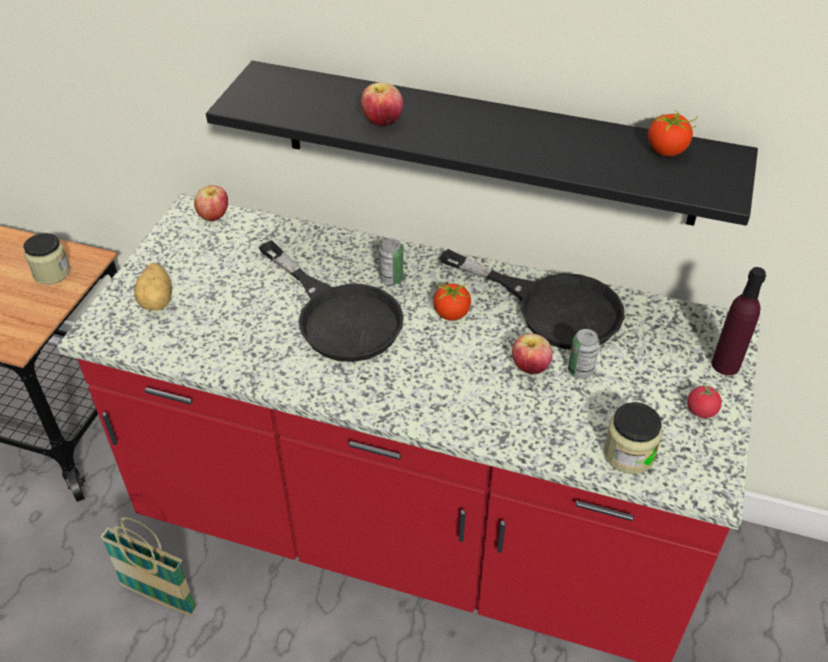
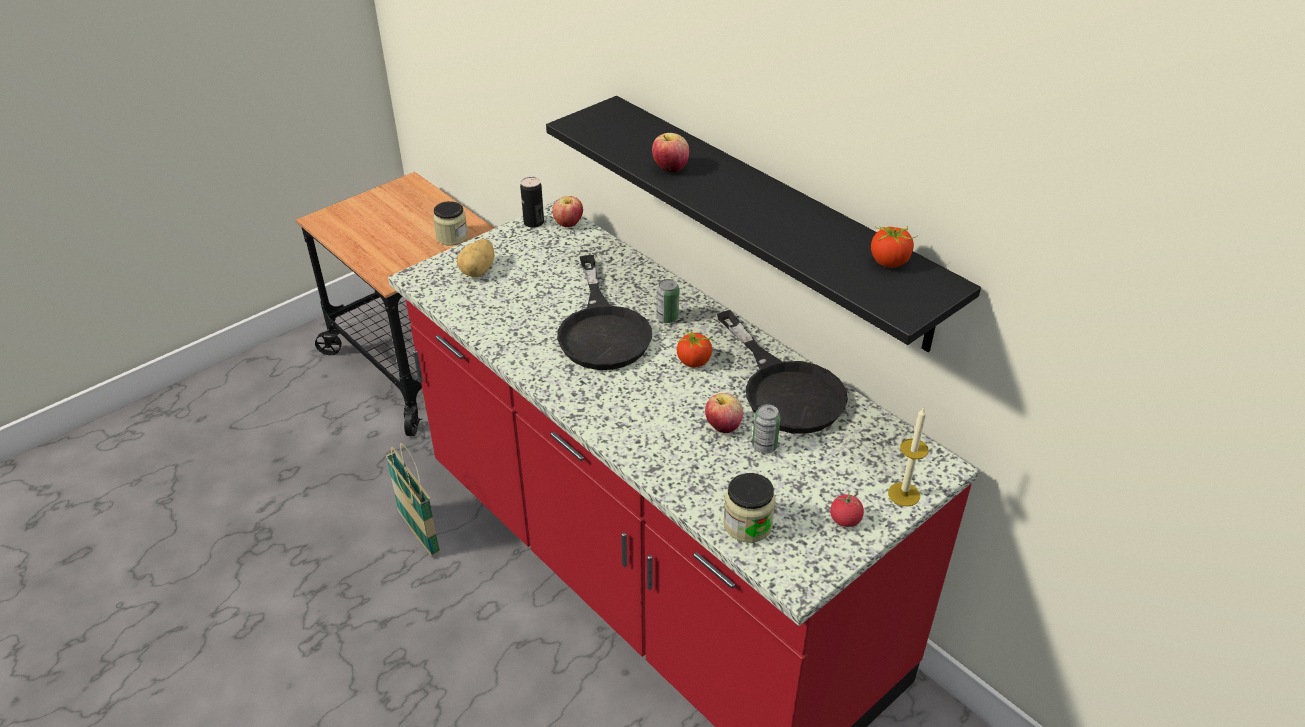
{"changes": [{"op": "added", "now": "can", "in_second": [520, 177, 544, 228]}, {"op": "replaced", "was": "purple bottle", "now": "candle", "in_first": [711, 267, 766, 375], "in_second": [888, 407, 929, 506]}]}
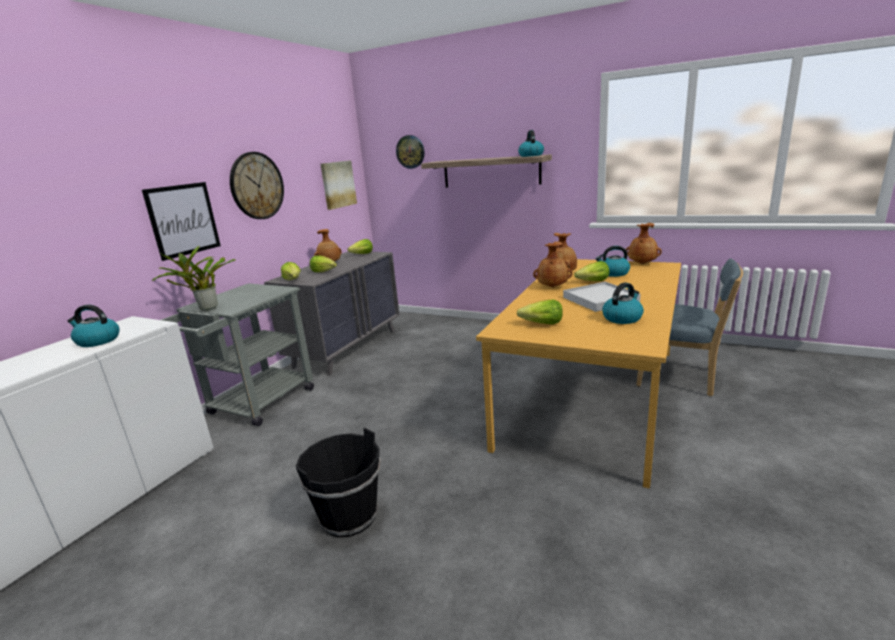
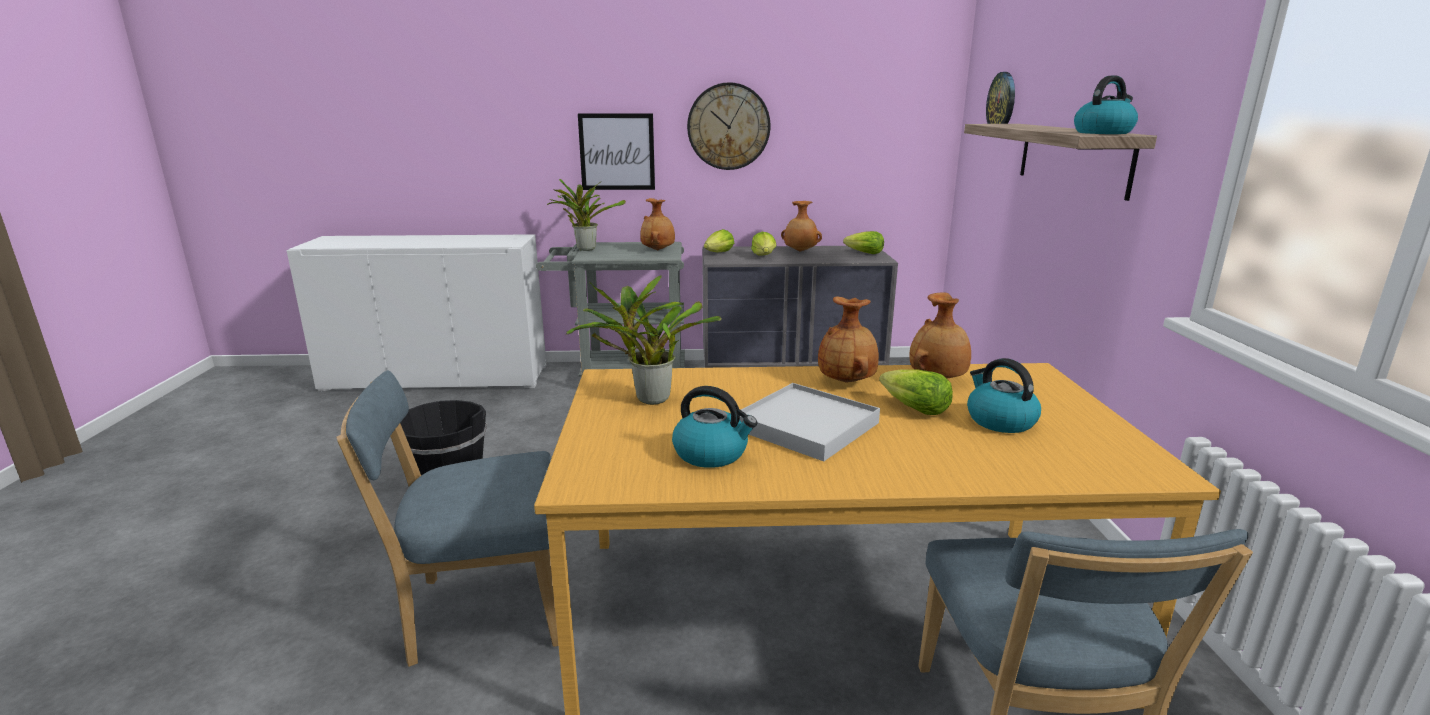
{"changes": [{"op": "added", "now": "blue chair", "in_second": [336, 370, 559, 667]}, {"op": "replaced", "was": "lettuce", "now": "potted plant", "in_first": [517, 300, 563, 324], "in_second": [566, 275, 722, 405]}, {"op": "moved", "was": "brown vase", "in_first": [625, 223, 662, 264], "in_second": [640, 198, 675, 250]}, {"op": "removed", "was": "kettle", "in_first": [68, 305, 119, 347]}, {"op": "removed", "was": "picture", "in_first": [320, 160, 357, 210]}]}
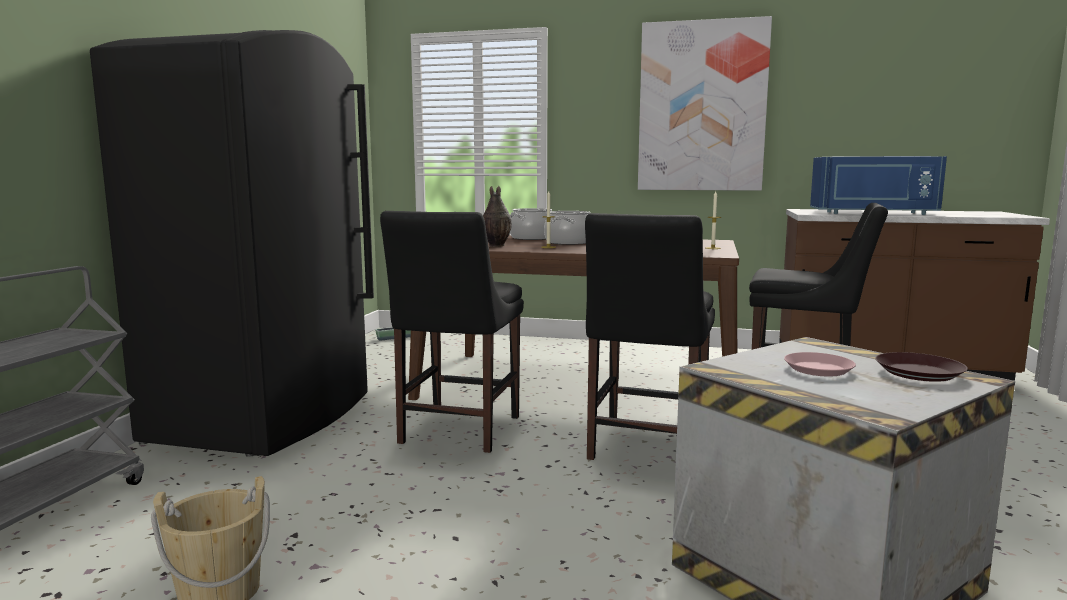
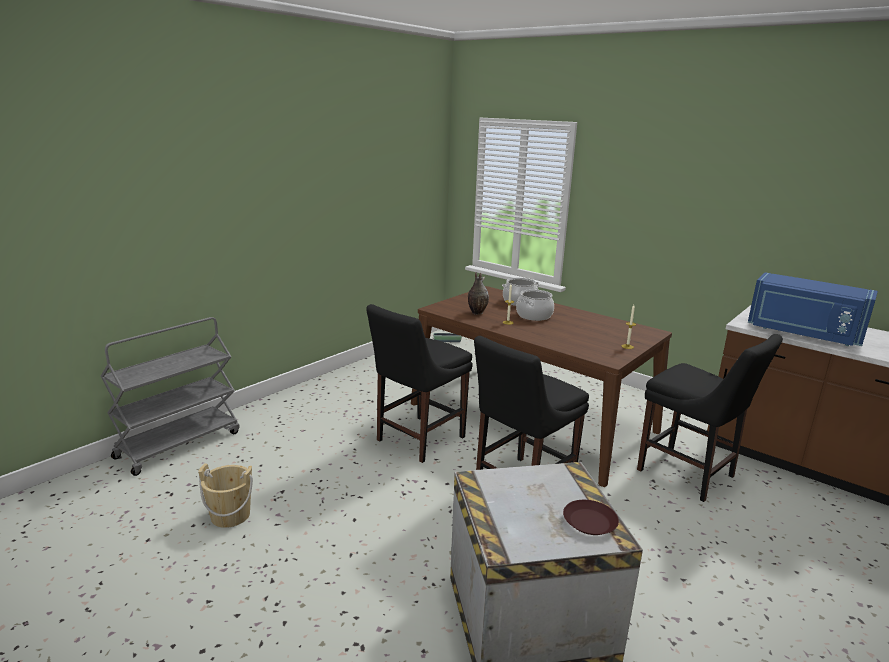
{"changes": [{"op": "removed", "was": "black fridge", "in_first": [90, 30, 374, 457]}, {"op": "removed", "was": "picture", "in_first": [638, 16, 772, 191]}, {"op": "removed", "was": "pink plate", "in_first": [784, 352, 856, 376]}]}
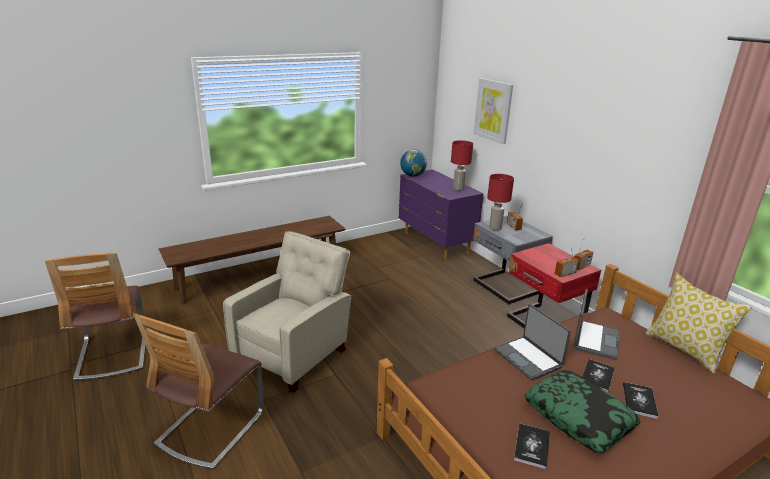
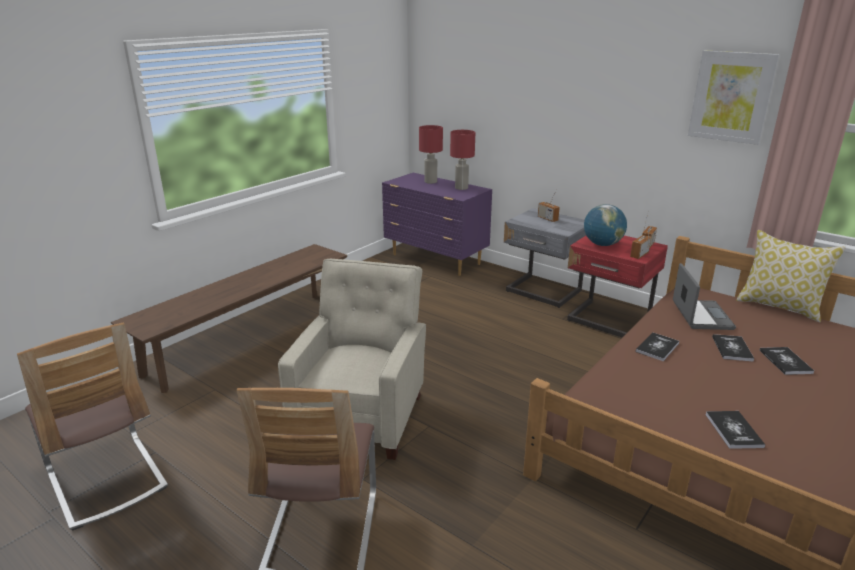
{"changes": [{"op": "moved", "was": "red table lamp", "in_first": [487, 174, 514, 231], "in_second": [419, 125, 443, 184]}, {"op": "moved", "was": "globe", "in_first": [400, 149, 427, 177], "in_second": [584, 204, 627, 246]}, {"op": "replaced", "was": "laptop", "now": "book", "in_first": [494, 304, 571, 381], "in_second": [636, 333, 679, 361]}, {"op": "moved", "was": "picture", "in_first": [473, 78, 513, 144], "in_second": [688, 50, 779, 145]}, {"op": "removed", "was": "pillow", "in_first": [524, 370, 640, 452]}]}
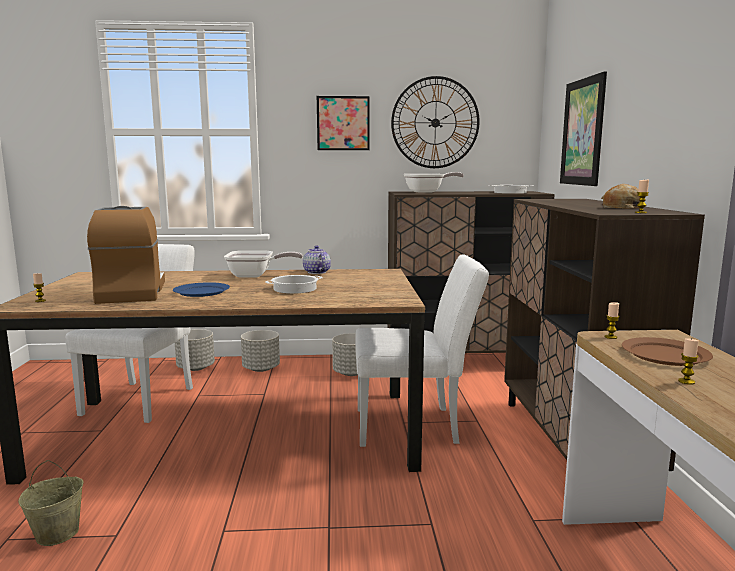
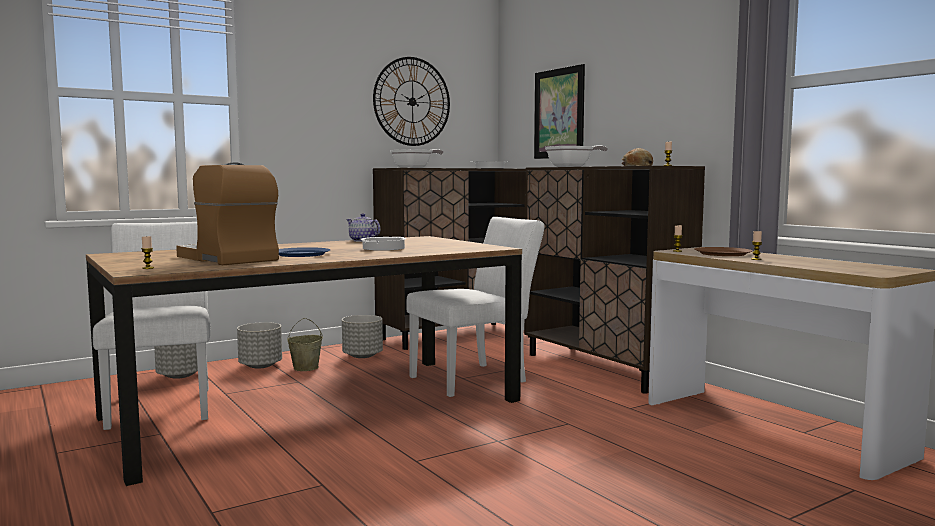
{"changes": [{"op": "moved", "was": "beige bucket", "in_first": [18, 460, 84, 546], "in_second": [287, 318, 323, 371]}, {"op": "moved", "was": "frying pan", "in_first": [224, 251, 303, 277], "in_second": [545, 145, 608, 167]}, {"op": "removed", "was": "picture", "in_first": [317, 96, 370, 150]}]}
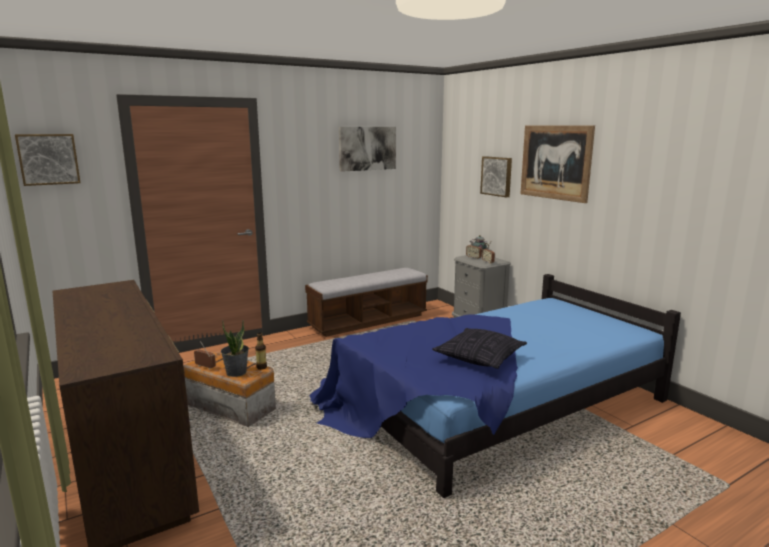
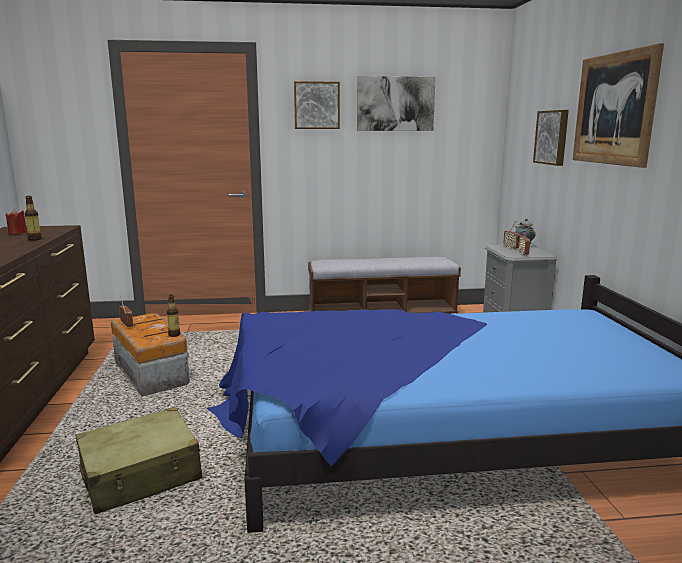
{"changes": [{"op": "added", "now": "red candle", "in_second": [6, 209, 27, 235]}, {"op": "added", "now": "bottle", "in_second": [24, 196, 42, 241]}, {"op": "added", "now": "beige suitcase", "in_second": [76, 407, 202, 514]}, {"op": "moved", "was": "picture", "in_first": [15, 134, 81, 186], "in_second": [294, 81, 340, 129]}, {"op": "removed", "was": "potted plant", "in_first": [221, 320, 249, 377]}, {"op": "removed", "was": "pillow", "in_first": [432, 328, 527, 369]}]}
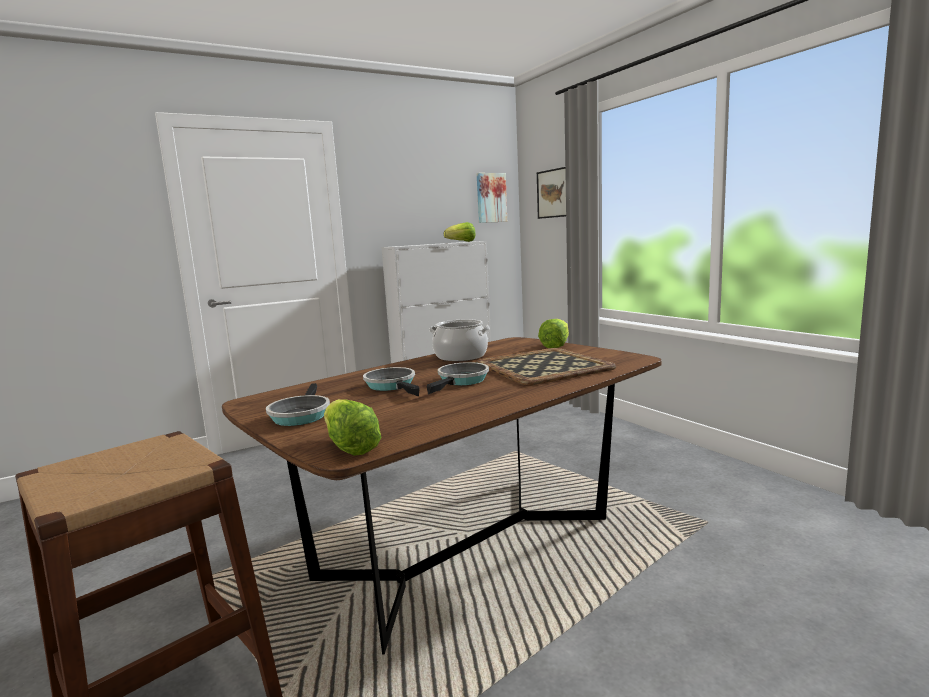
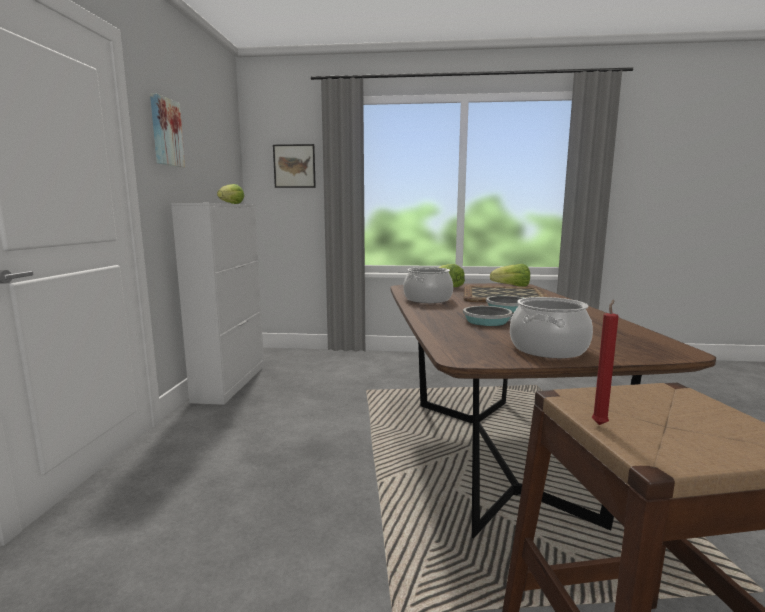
{"changes": [{"op": "moved", "was": "picture", "in_first": [477, 173, 507, 223], "in_second": [150, 93, 185, 167]}, {"op": "moved", "was": "lettuce", "in_first": [324, 399, 382, 456], "in_second": [490, 264, 530, 287]}, {"op": "replaced", "was": "frying pan", "now": "cooking pot", "in_first": [266, 383, 330, 426], "in_second": [510, 297, 593, 358]}, {"op": "added", "now": "red candle", "in_second": [592, 299, 619, 425]}]}
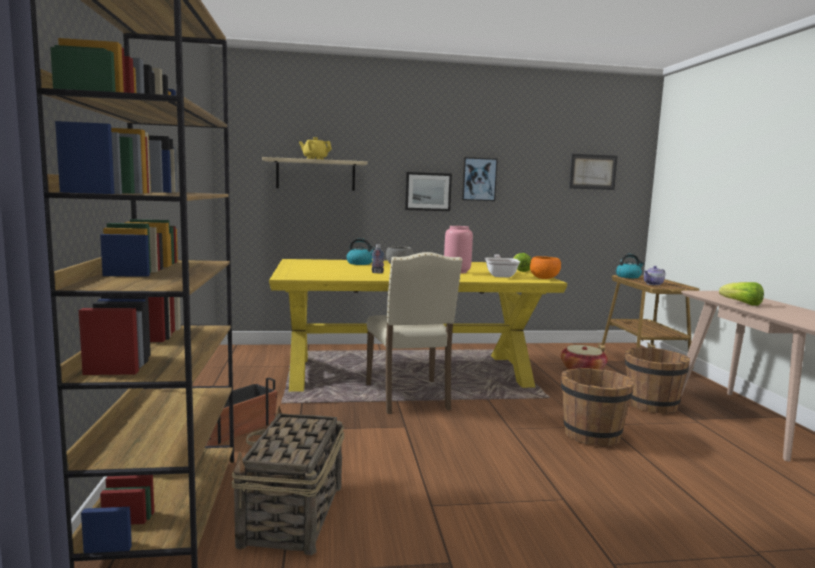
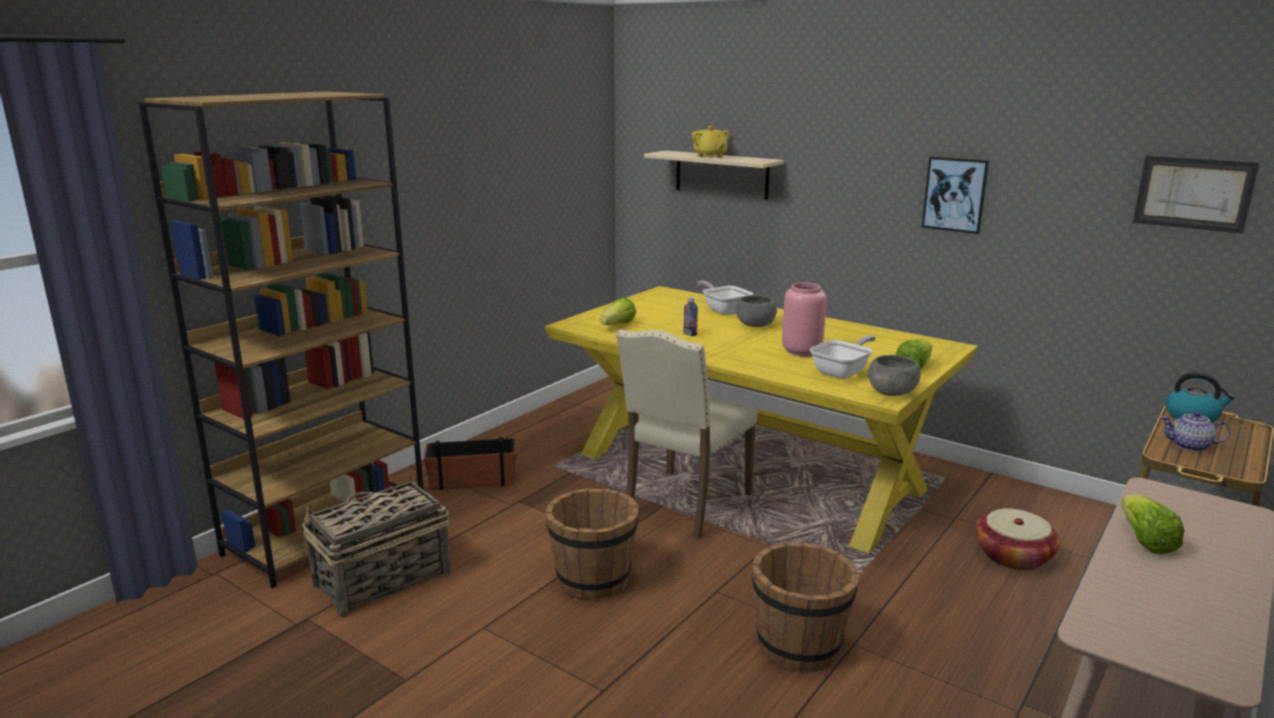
{"changes": [{"op": "moved", "was": "brown bucket", "in_first": [625, 347, 690, 414], "in_second": [545, 488, 639, 599]}, {"op": "added", "now": "lettuce", "in_second": [600, 297, 636, 325]}, {"op": "replaced", "was": "kettle", "now": "frying pan", "in_first": [347, 238, 376, 265], "in_second": [697, 281, 753, 315]}, {"op": "recoloured", "was": "orange bowl", "now": "grey bowl", "in_first": [530, 256, 561, 279], "in_second": [868, 355, 921, 396]}, {"op": "removed", "was": "picture", "in_first": [405, 172, 452, 211]}]}
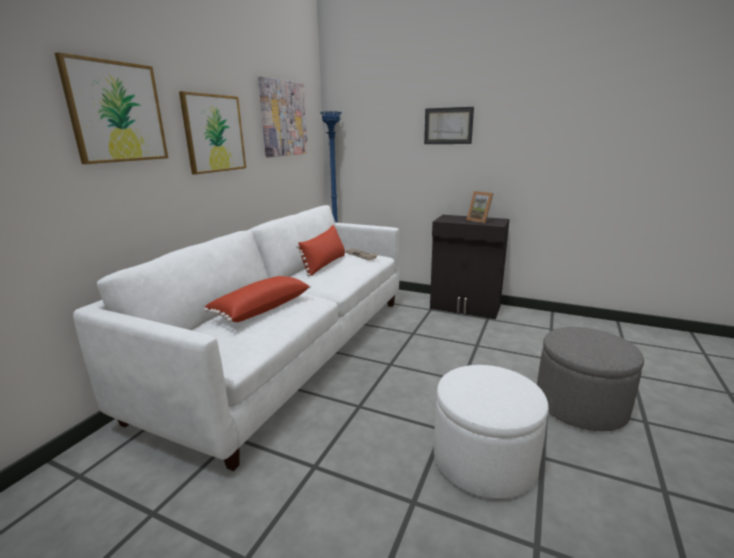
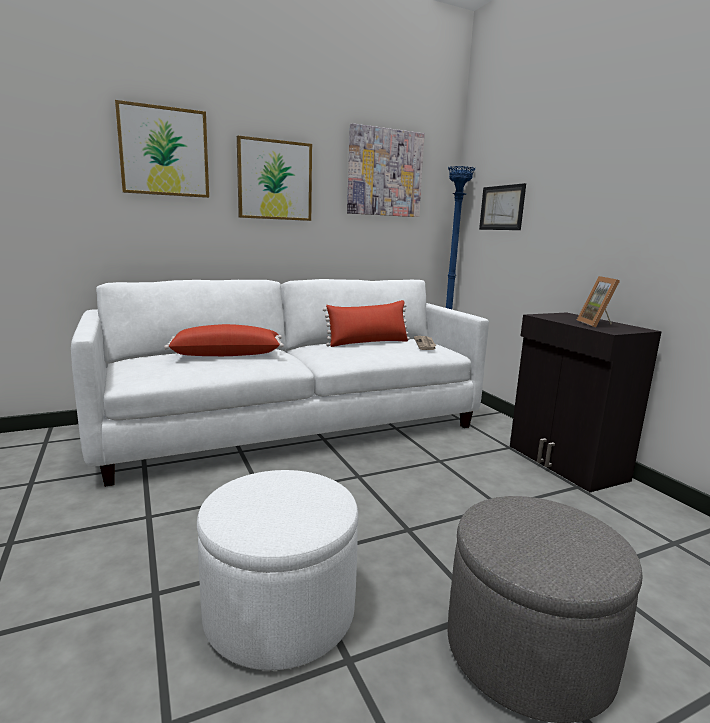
{"changes": [{"op": "moved", "was": "picture", "in_first": [424, 107, 474, 144], "in_second": [479, 183, 526, 230]}]}
